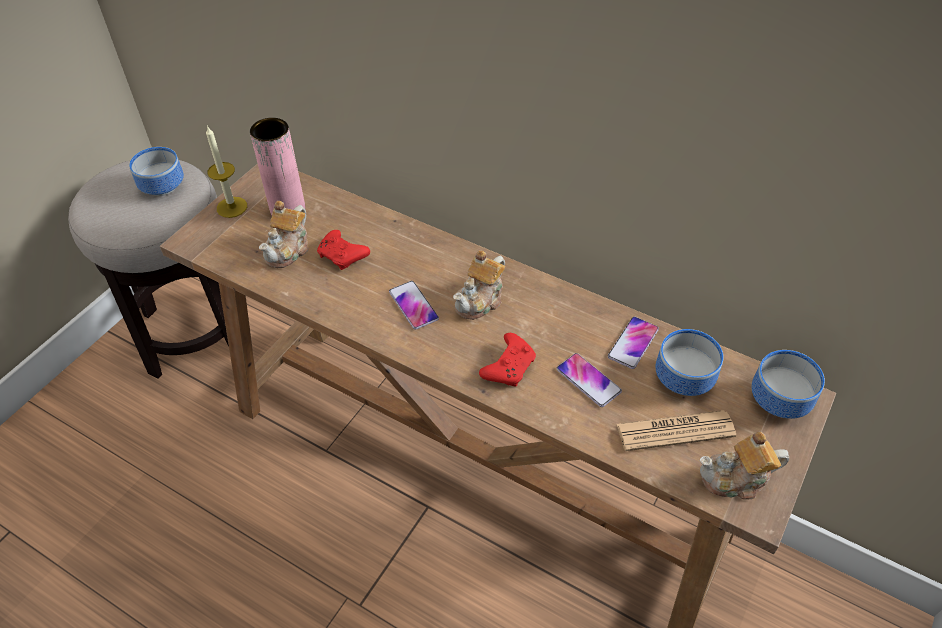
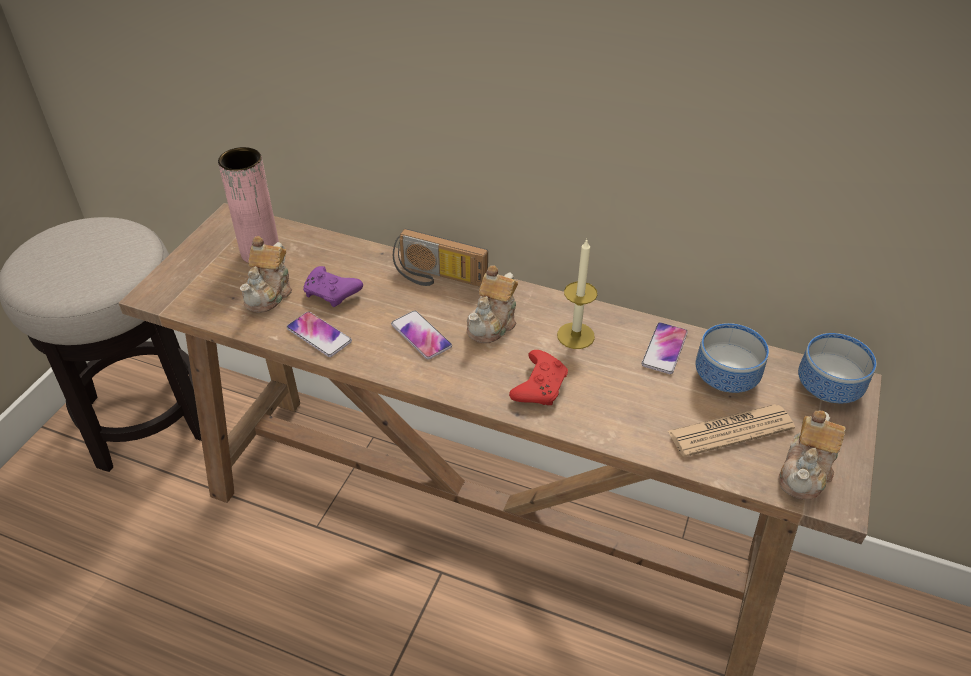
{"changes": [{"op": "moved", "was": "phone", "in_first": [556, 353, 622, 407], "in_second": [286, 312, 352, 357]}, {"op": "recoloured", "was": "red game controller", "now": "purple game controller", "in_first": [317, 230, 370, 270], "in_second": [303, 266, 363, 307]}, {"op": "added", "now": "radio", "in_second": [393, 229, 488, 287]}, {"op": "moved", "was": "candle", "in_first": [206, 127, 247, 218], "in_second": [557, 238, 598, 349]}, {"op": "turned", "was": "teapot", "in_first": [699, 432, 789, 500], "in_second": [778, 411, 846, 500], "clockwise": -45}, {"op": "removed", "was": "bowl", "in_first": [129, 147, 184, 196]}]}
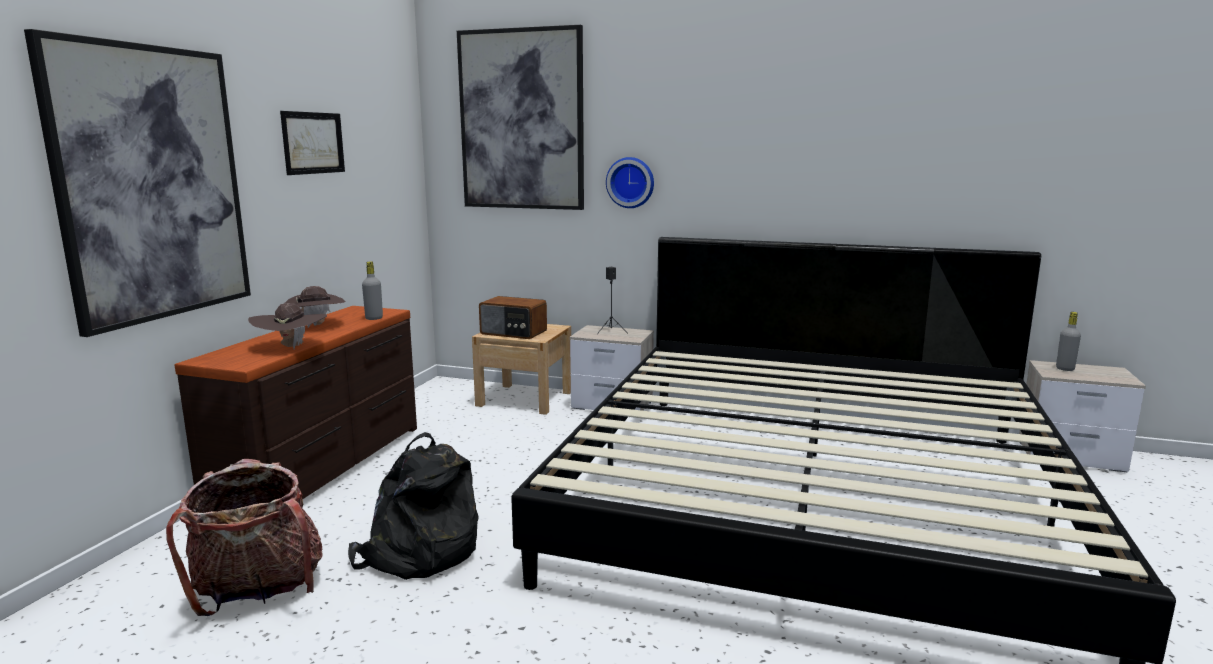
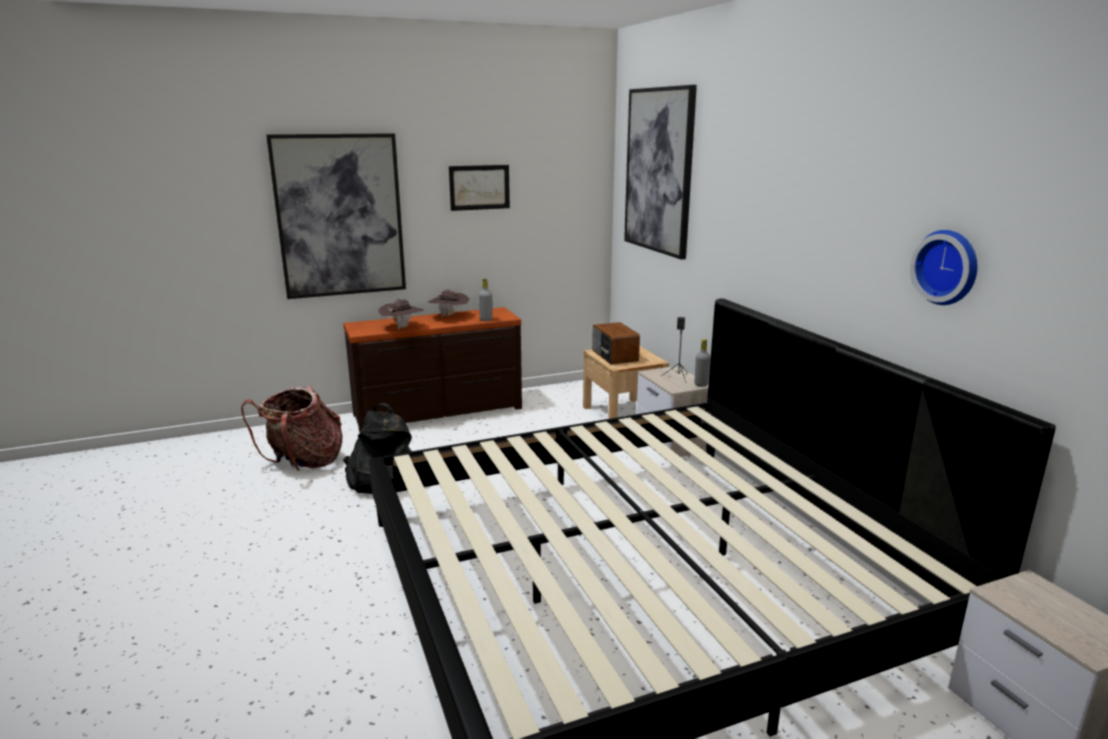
{"changes": [{"op": "moved", "was": "grey bottle", "in_first": [1056, 312, 1081, 371], "in_second": [694, 339, 711, 386]}, {"op": "moved", "was": "wall clock", "in_first": [606, 157, 654, 208], "in_second": [910, 230, 977, 305]}]}
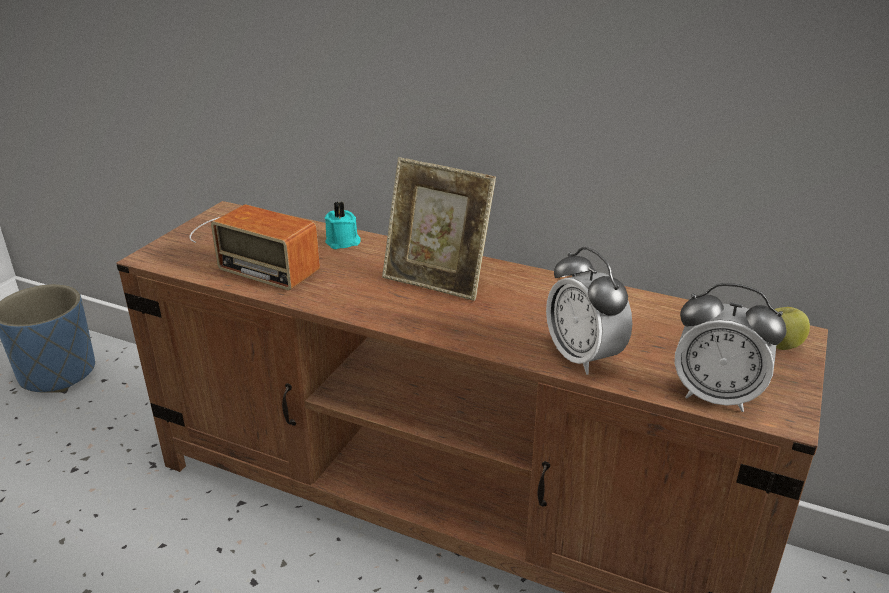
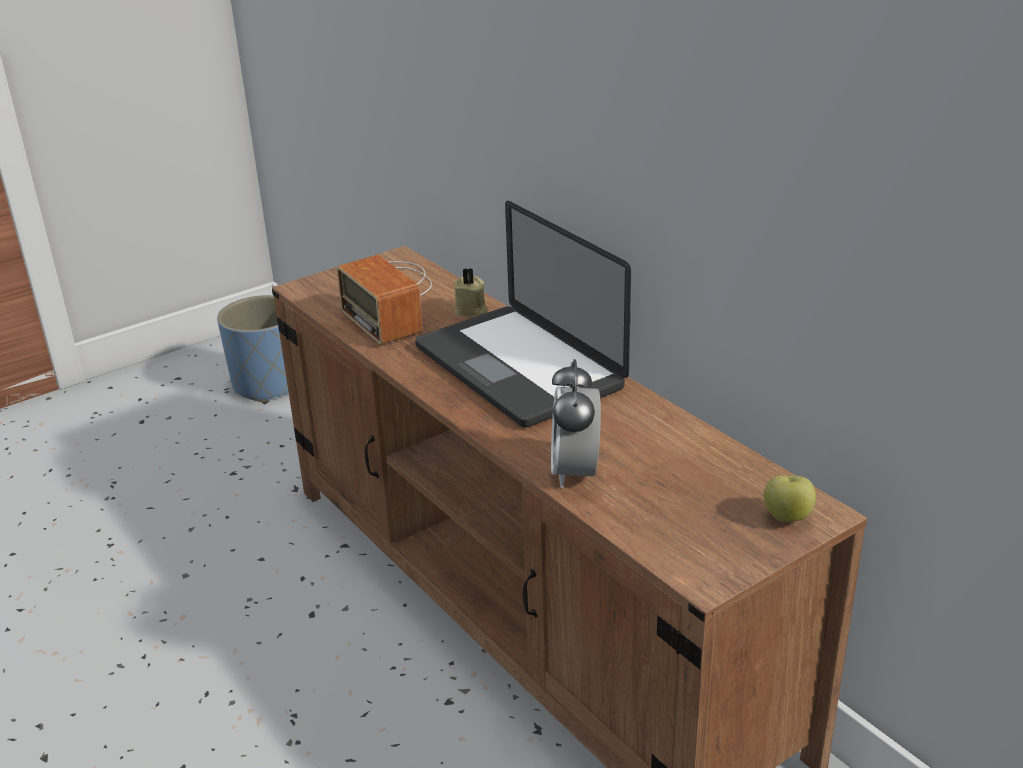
{"changes": [{"op": "replaced", "was": "picture frame", "now": "laptop", "in_first": [382, 157, 496, 301], "in_second": [415, 201, 631, 428]}, {"op": "recoloured", "was": "turquoise candle", "now": "beige candle", "in_first": [325, 201, 361, 249], "in_second": [454, 268, 488, 316]}, {"op": "removed", "was": "alarm clock", "in_first": [675, 283, 787, 412]}]}
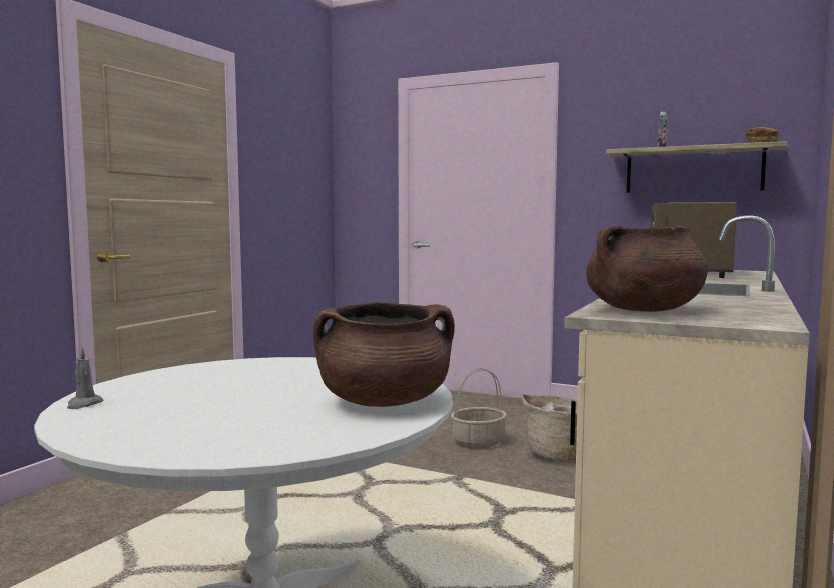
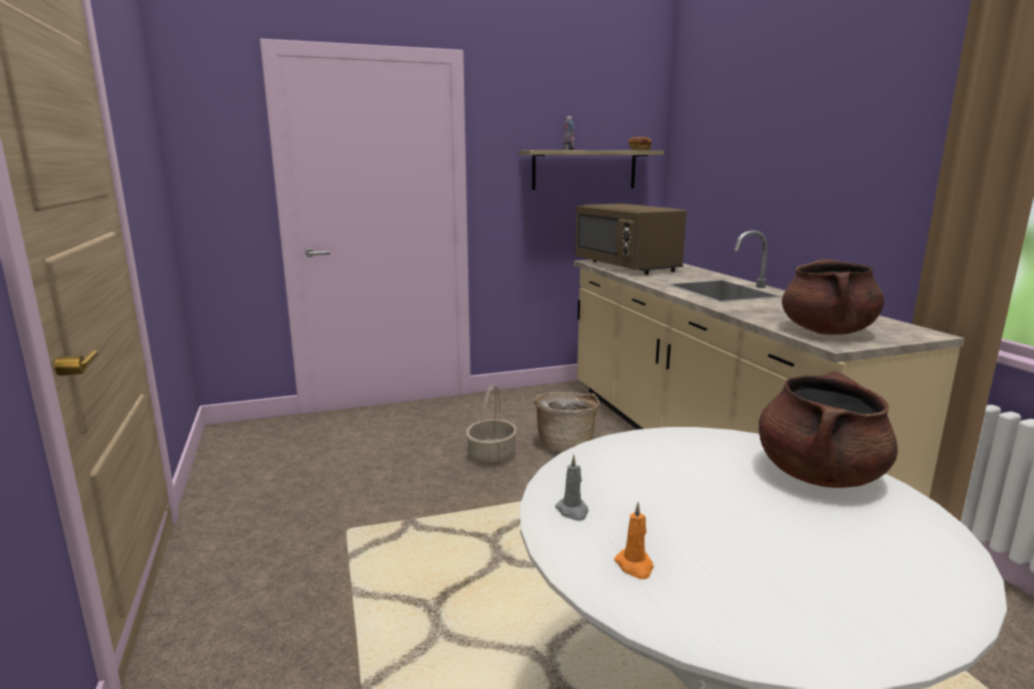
{"changes": [{"op": "moved", "was": "grey candle", "in_first": [67, 347, 103, 409], "in_second": [555, 455, 589, 521]}, {"op": "added", "now": "orange candle", "in_second": [614, 502, 654, 579]}]}
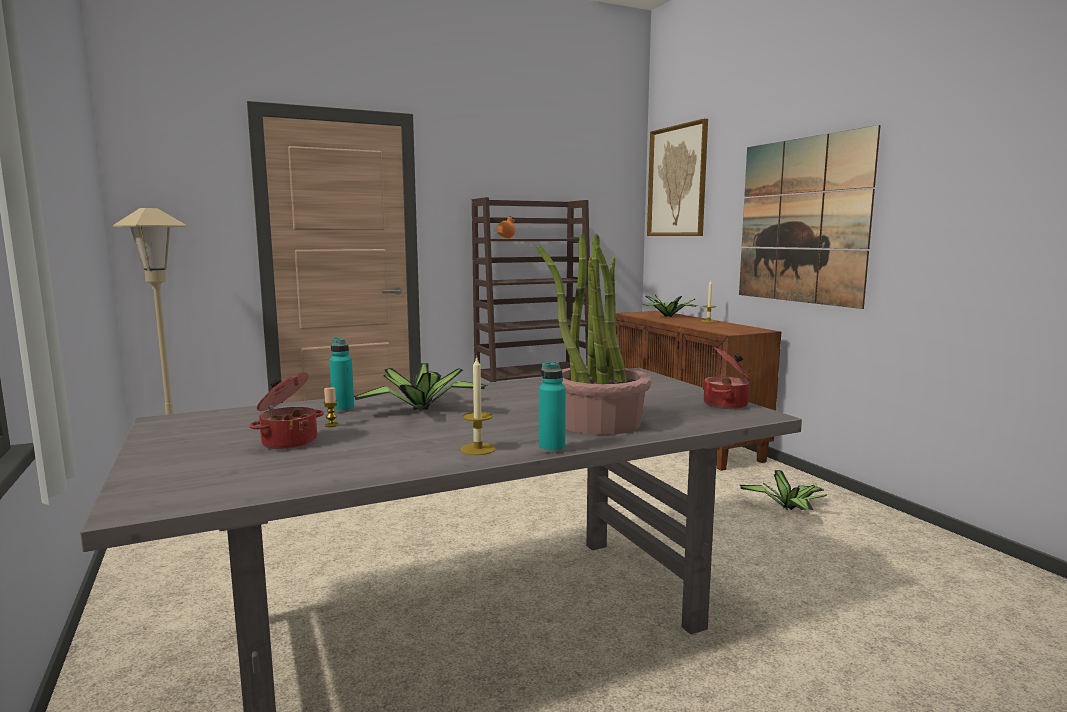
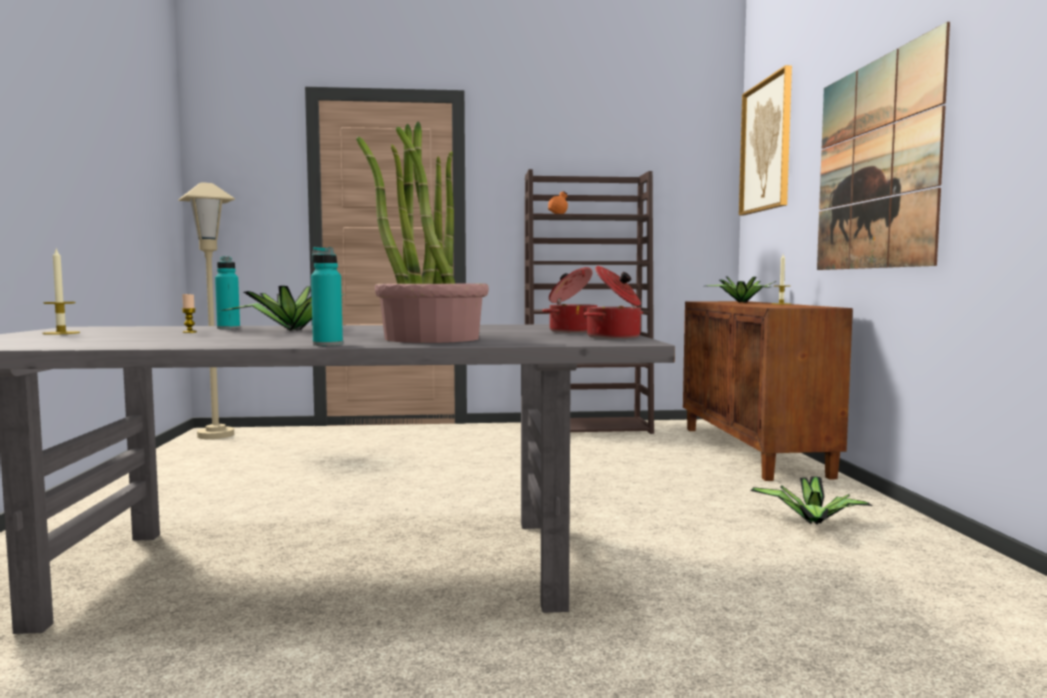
{"changes": [{"op": "moved", "was": "candle", "in_first": [460, 356, 496, 455], "in_second": [42, 247, 80, 335]}, {"op": "moved", "was": "cooking pot", "in_first": [249, 373, 324, 450], "in_second": [542, 267, 597, 333]}]}
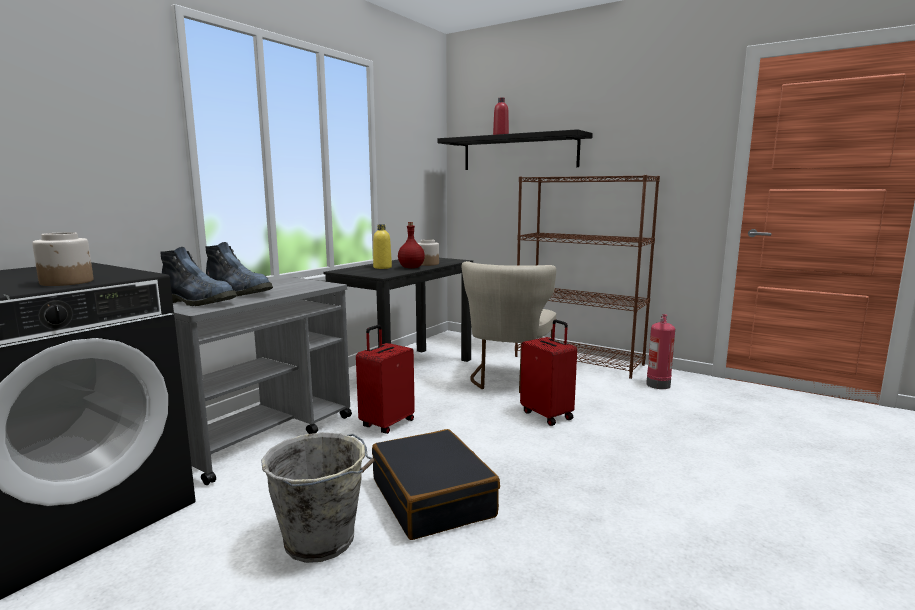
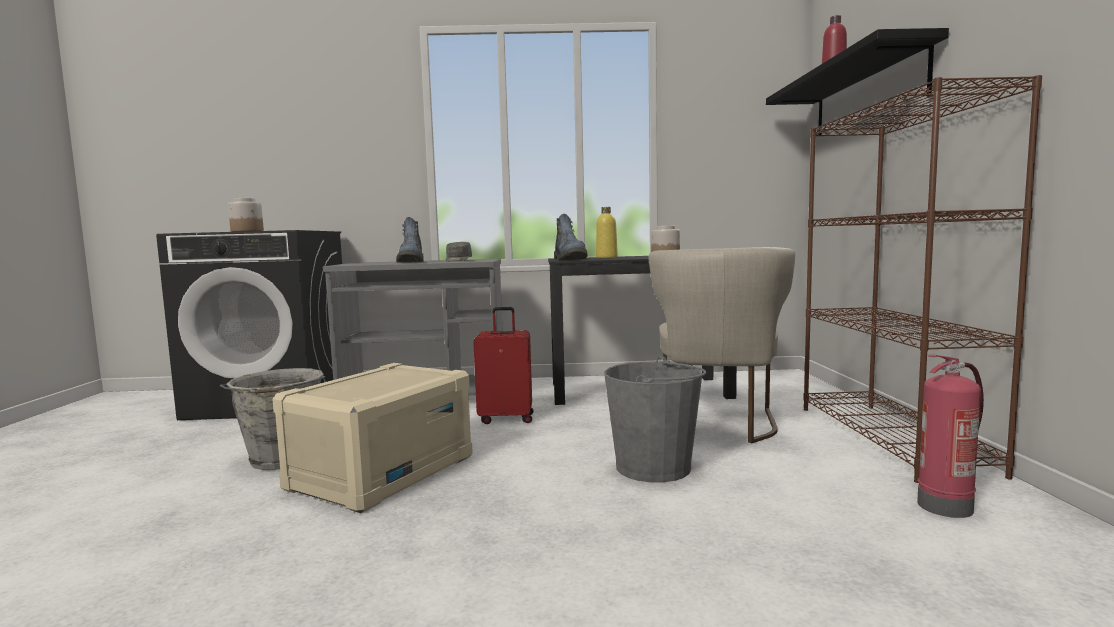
{"changes": [{"op": "replaced", "was": "black suitcase", "now": "beige storage box", "in_first": [372, 429, 500, 540], "in_second": [272, 363, 473, 513]}, {"op": "added", "now": "grey cap", "in_second": [446, 242, 472, 262]}, {"op": "moved", "was": "boot", "in_first": [160, 247, 237, 306], "in_second": [554, 214, 587, 260]}, {"op": "replaced", "was": "red suitcase", "now": "grey bucket", "in_first": [520, 319, 577, 426], "in_second": [604, 356, 706, 482]}, {"op": "turned", "was": "beige chair", "in_first": [462, 261, 556, 393], "in_second": [648, 247, 795, 443], "clockwise": -60}, {"op": "removed", "was": "red bottle", "in_first": [398, 222, 425, 268]}]}
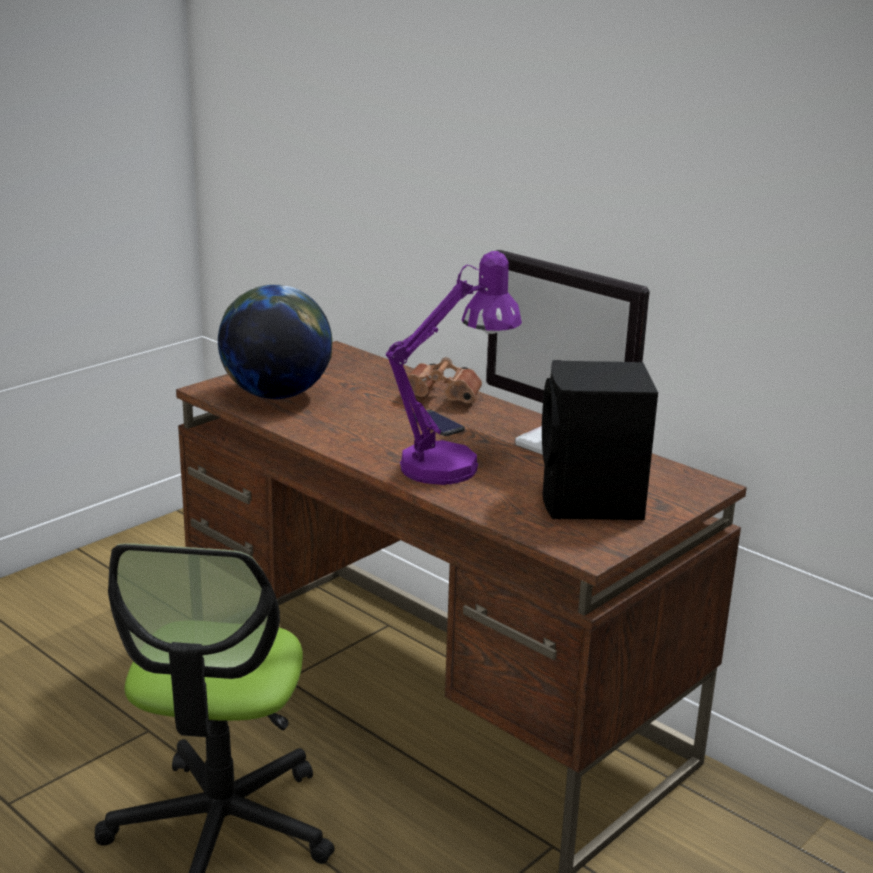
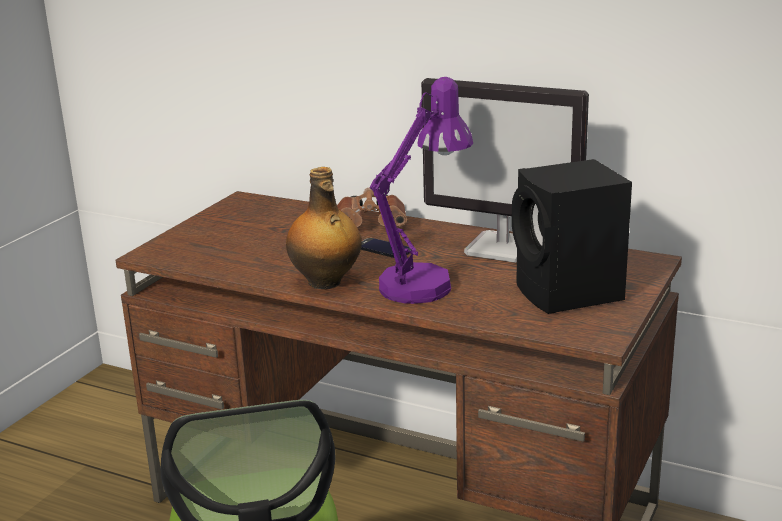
{"changes": [{"op": "added", "now": "bottle", "in_second": [286, 167, 362, 289]}, {"op": "removed", "was": "globe", "in_first": [218, 285, 333, 399]}]}
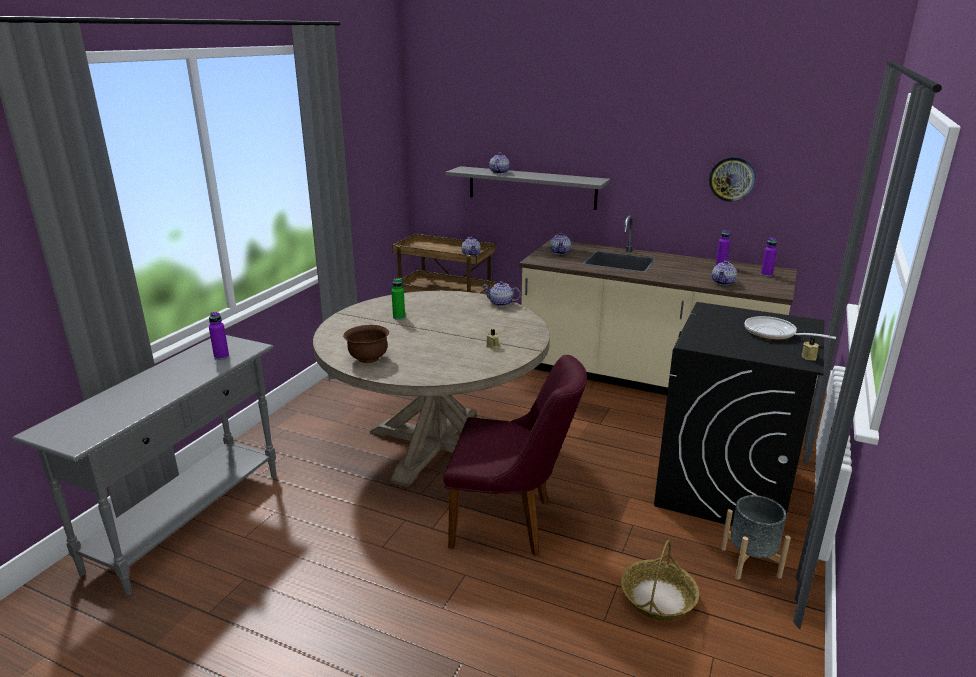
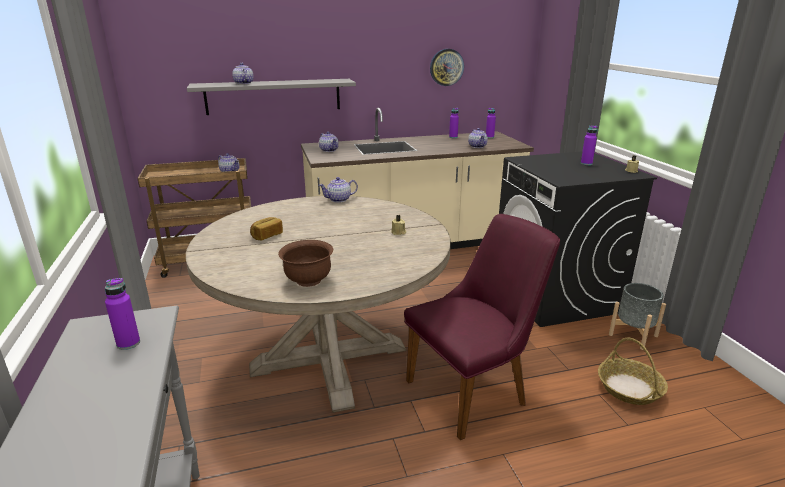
{"changes": [{"op": "replaced", "was": "green bottle", "now": "bread", "in_first": [391, 278, 405, 320], "in_second": [250, 217, 283, 240]}, {"op": "replaced", "was": "frying pan", "now": "purple bottle", "in_first": [744, 316, 837, 340], "in_second": [581, 126, 598, 165]}]}
